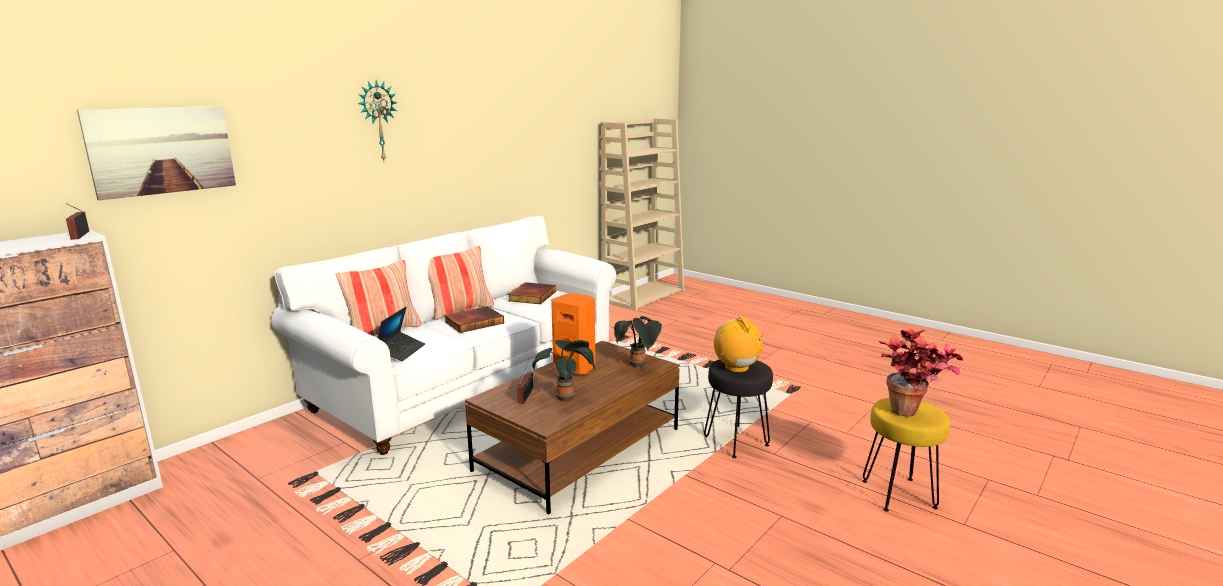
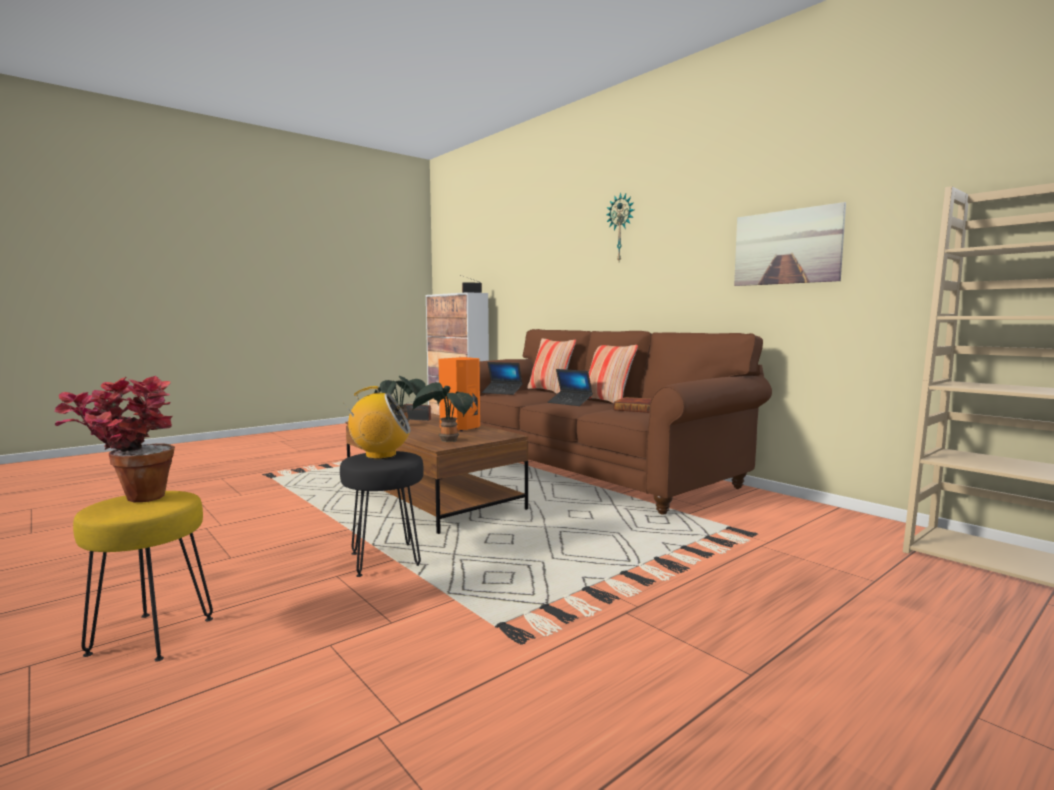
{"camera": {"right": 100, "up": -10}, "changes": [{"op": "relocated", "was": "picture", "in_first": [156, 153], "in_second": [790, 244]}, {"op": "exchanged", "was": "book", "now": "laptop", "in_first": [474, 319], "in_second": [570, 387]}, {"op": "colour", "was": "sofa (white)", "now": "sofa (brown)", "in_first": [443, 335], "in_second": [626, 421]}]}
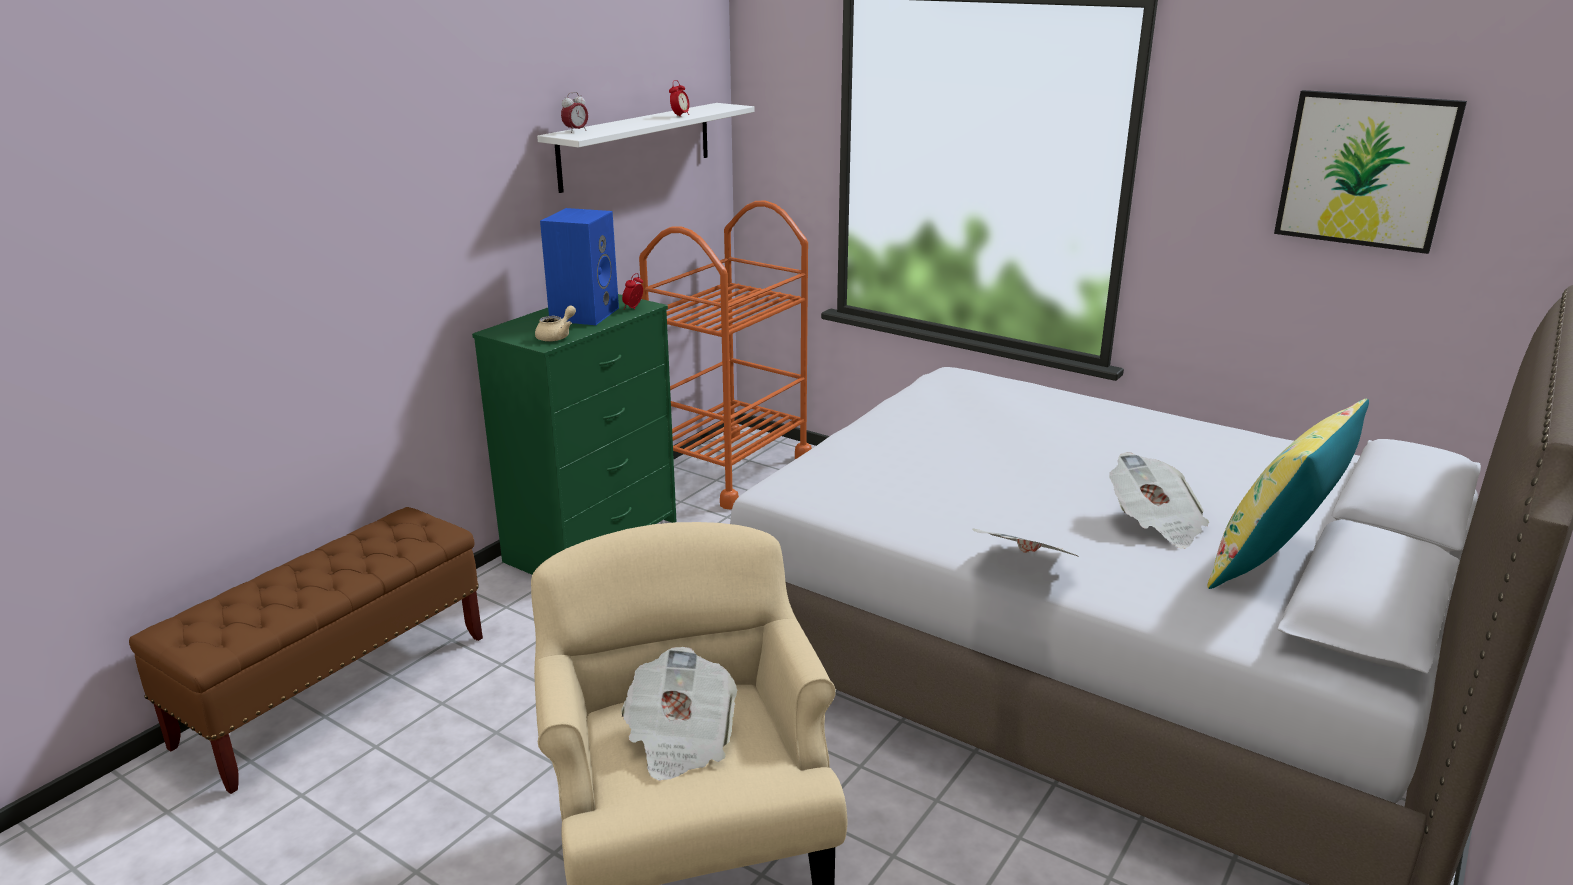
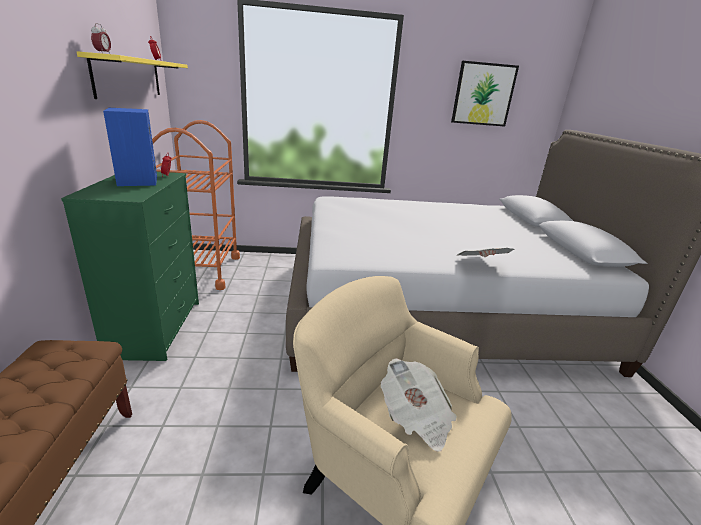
{"camera": {"right": -40, "up": 0}, "changes": [{"op": "missing", "was": "teapot (beige)", "in_first": [555, 323]}, {"op": "missing", "was": "newspaper", "in_first": [1159, 500]}, {"op": "missing", "was": "pillow (yellow)", "in_first": [1288, 494]}, {"op": "colour", "was": "shelf (white)", "now": "shelf (yellow)", "in_first": [646, 148], "in_second": [132, 75]}]}
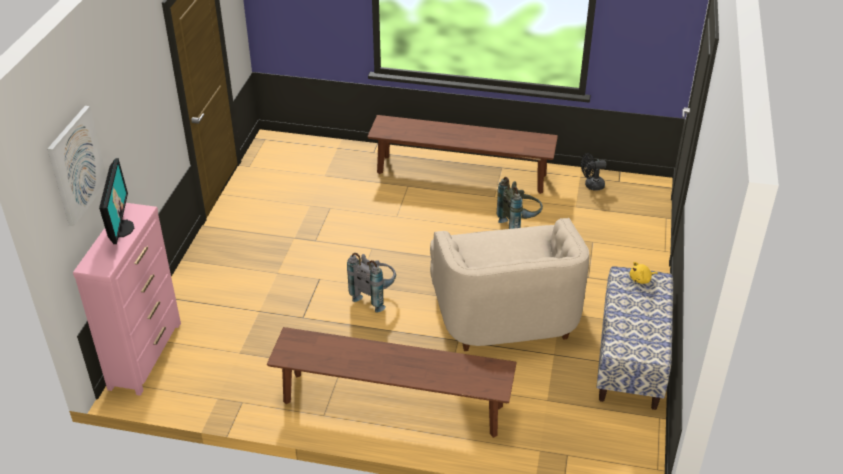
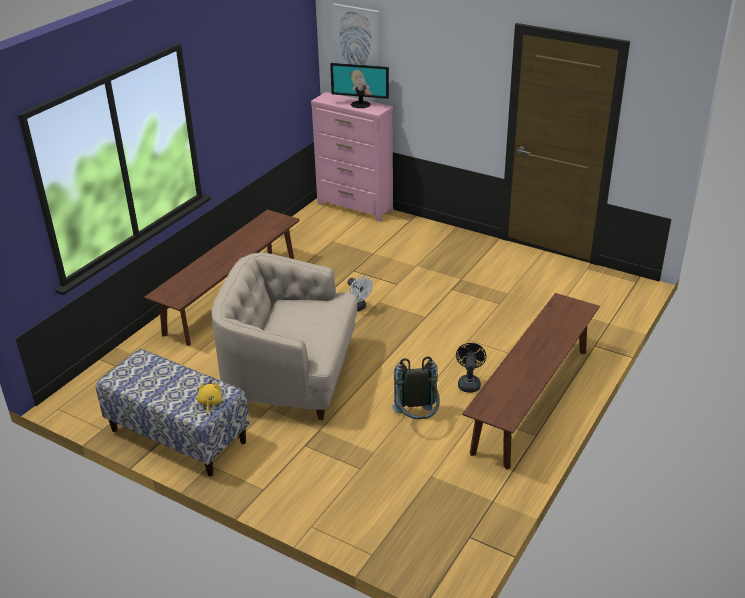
{"camera": {"right": 110, "up": -5}, "changes": [{"op": "relocated", "was": "fan (black)", "in_first": [593, 172], "in_second": [471, 368]}, {"op": "exchanged", "was": "backpack (grey)", "now": "fan (white)", "in_first": [371, 283], "in_second": [360, 293]}]}
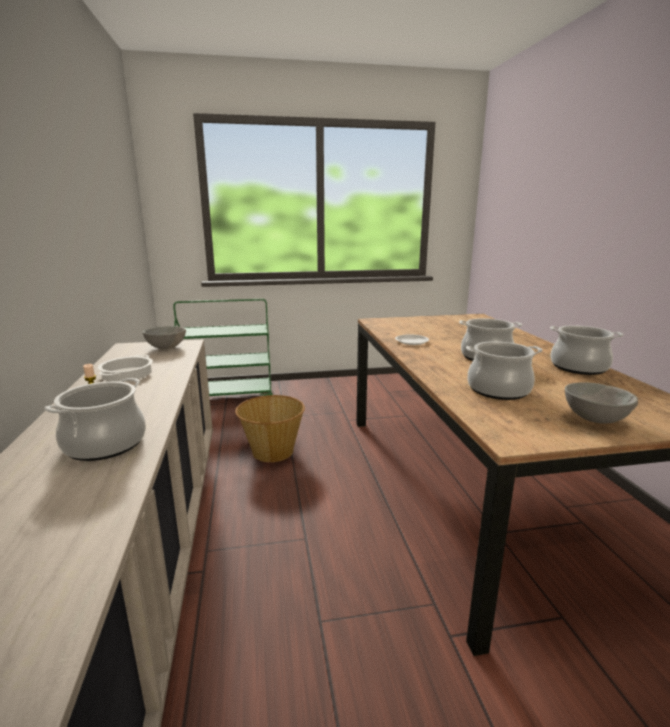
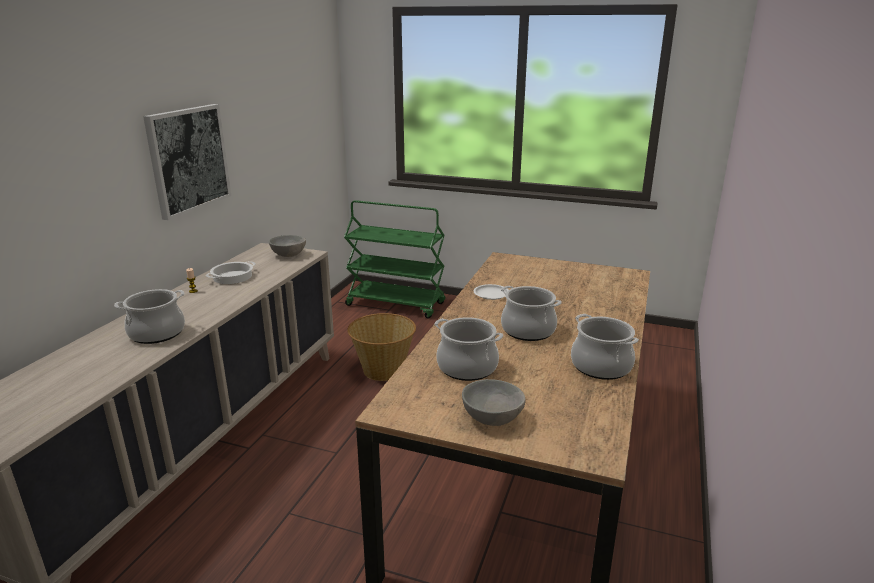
{"camera": {"right": 30, "up": 5}, "changes": [{"op": "appeared", "now": "picture", "in_second": [187, 162]}]}
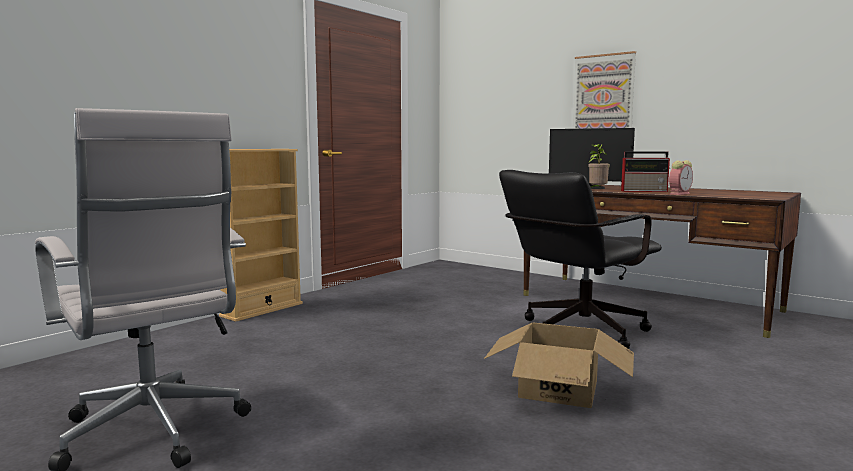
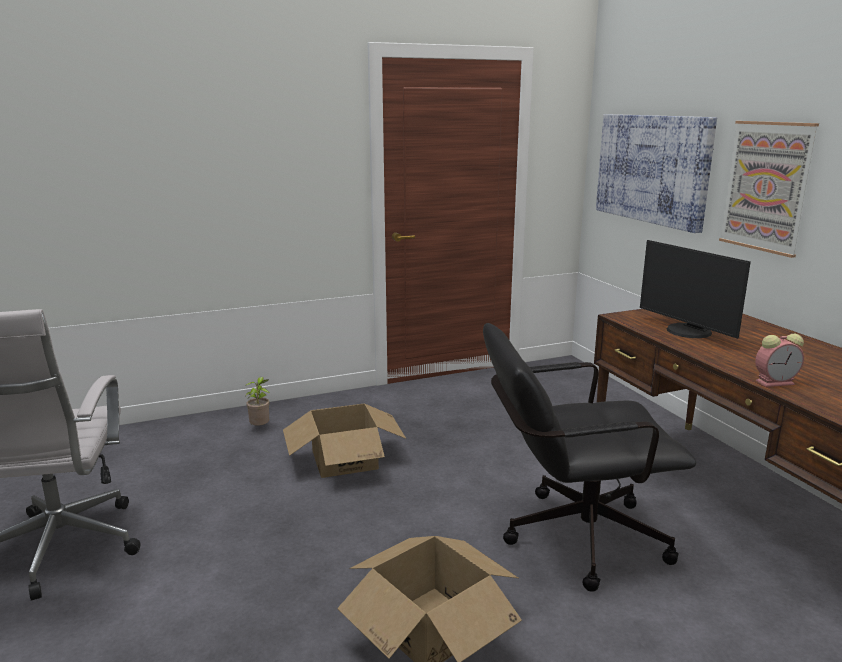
{"camera": {"right": 30, "up": 10}, "changes": [{"op": "missing", "was": "bookcase (beige)", "in_first": [261, 235]}, {"op": "missing", "was": "radio", "in_first": [645, 172]}, {"op": "appeared", "now": "cardboard box", "in_second": [344, 441]}, {"op": "appeared", "now": "picture", "in_second": [656, 173]}, {"op": "relocated", "was": "potted plant", "in_first": [599, 166], "in_second": [257, 401]}]}
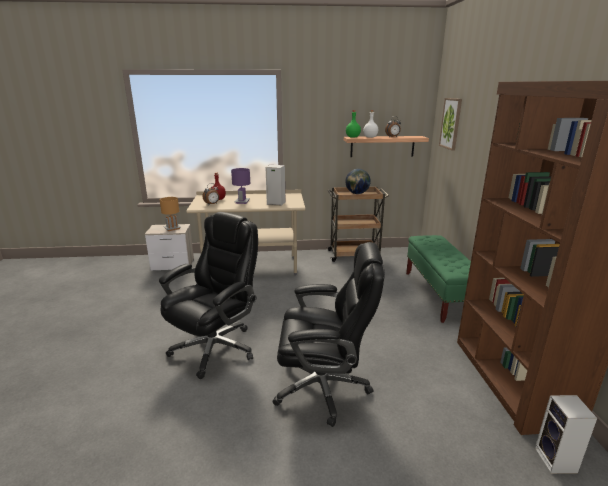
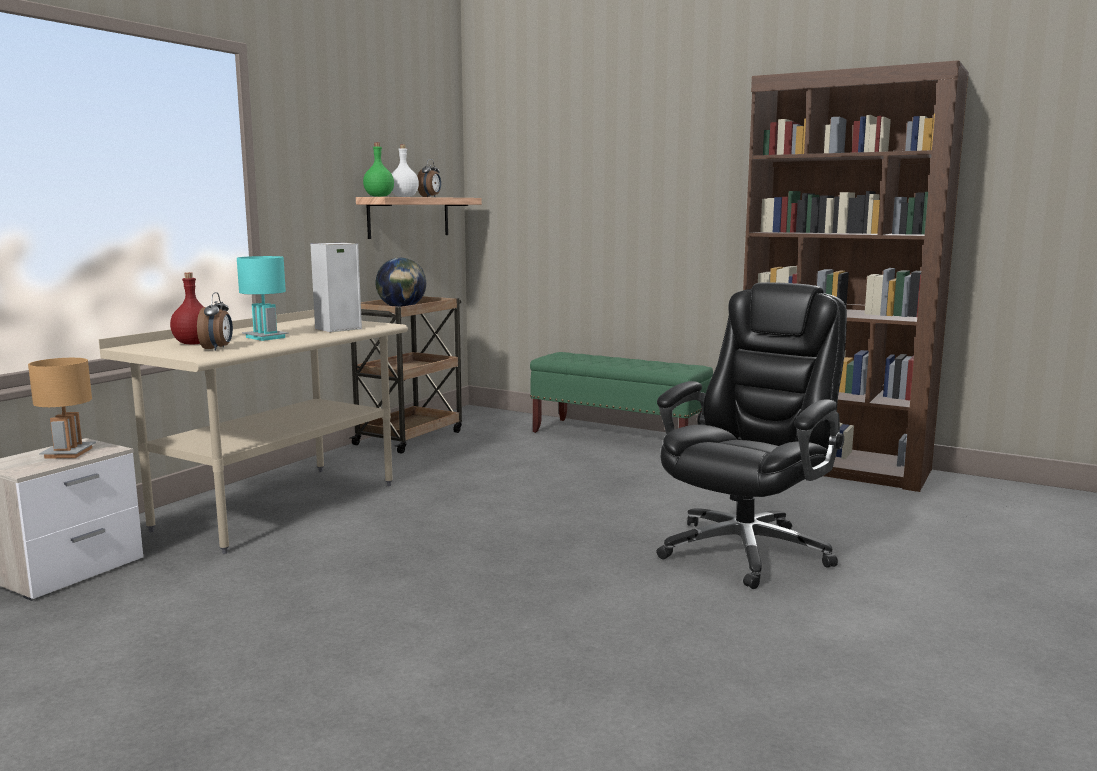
{"camera": {"right": -55, "up": -10}, "changes": [{"op": "missing", "was": "office chair (black)", "in_first": [208, 295]}, {"op": "missing", "was": "picture", "in_first": [450, 124]}, {"op": "missing", "was": "speaker", "in_first": [566, 434]}, {"op": "colour", "was": "table lamp (purple)", "now": "table lamp (turquoise)", "in_first": [240, 186], "in_second": [263, 298]}]}
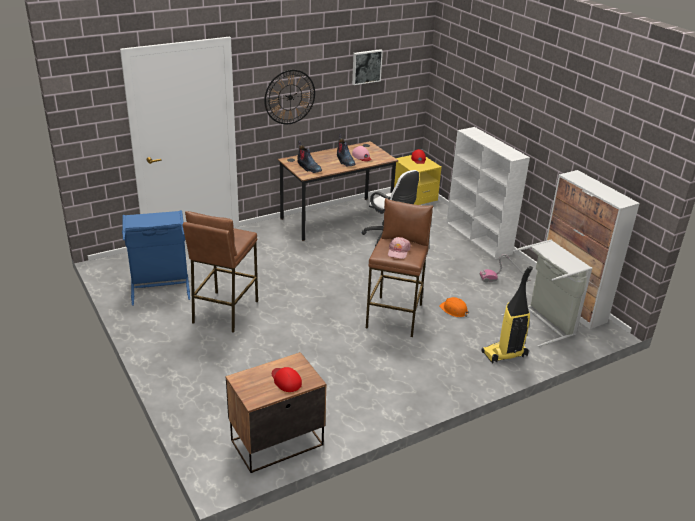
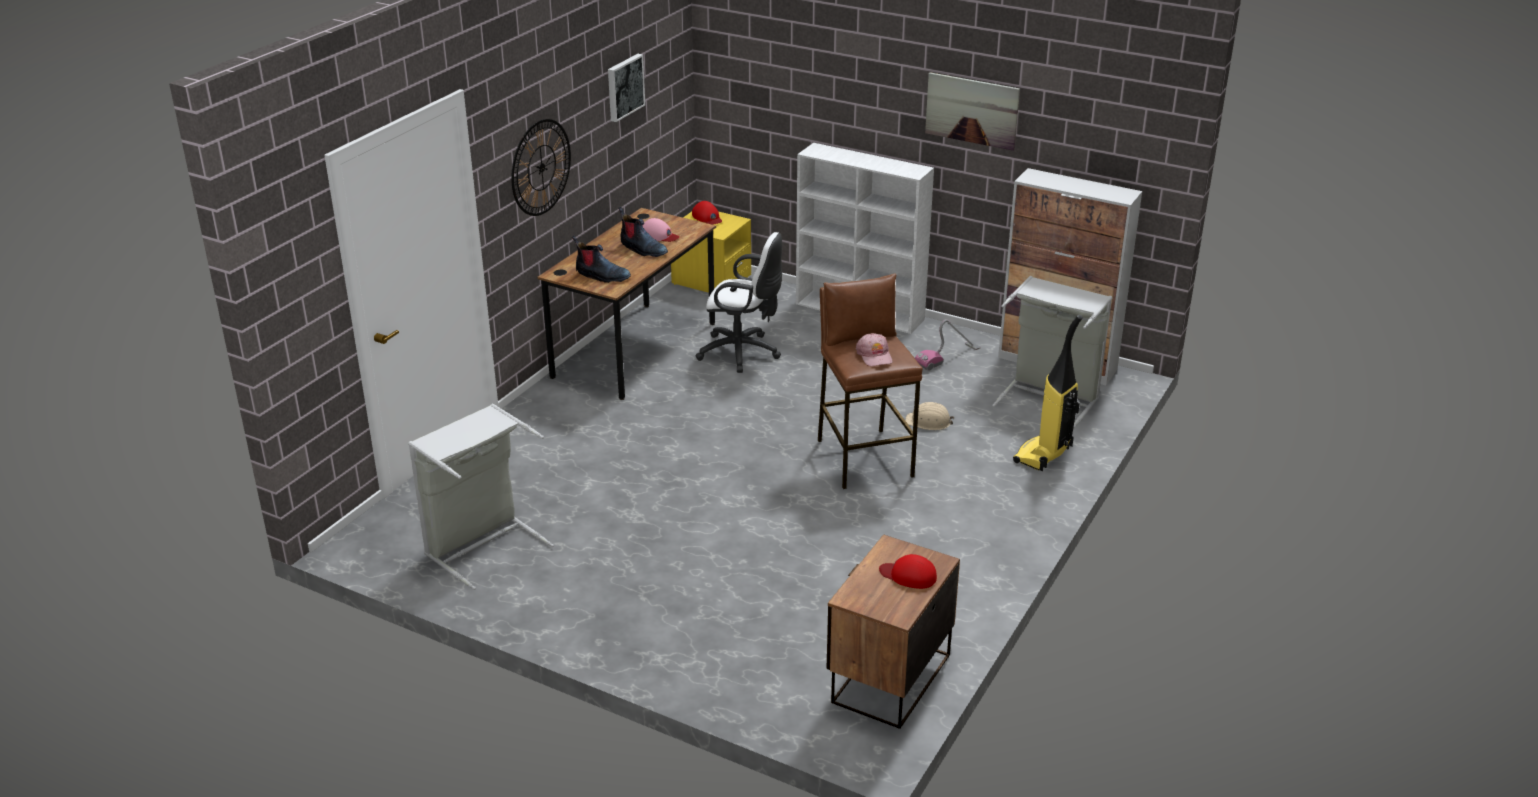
{"camera": {"right": -30, "up": 0}, "changes": [{"op": "missing", "was": "stool (brown)", "in_first": [220, 272]}, {"op": "appeared", "now": "picture", "in_second": [972, 111]}, {"op": "colour", "was": "laundry basket (blue)", "now": "laundry basket (grey)", "in_first": [156, 258], "in_second": [481, 497]}, {"op": "colour", "was": "hard hat (orange)", "now": "hard hat (beige)", "in_first": [454, 307], "in_second": [929, 416]}]}
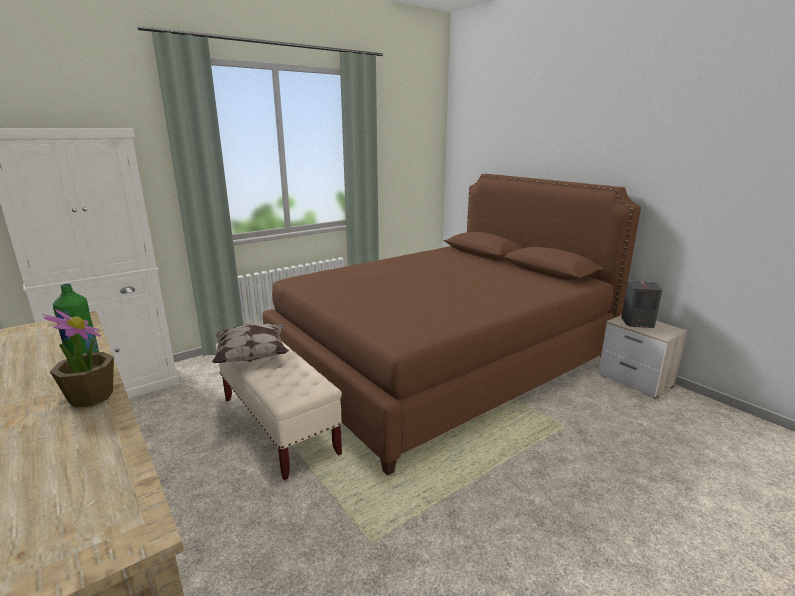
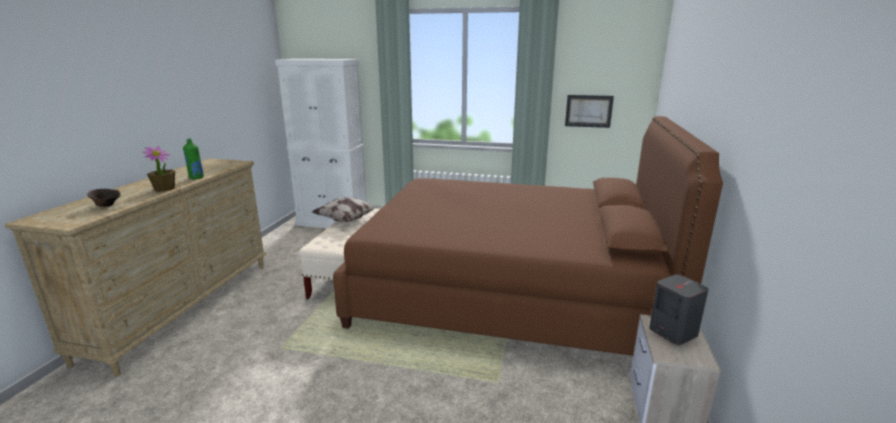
{"camera": {"right": 50, "up": 0}, "changes": [{"op": "appeared", "now": "bowl (brown)", "in_second": [104, 198]}, {"op": "appeared", "now": "picture", "in_second": [589, 111]}]}
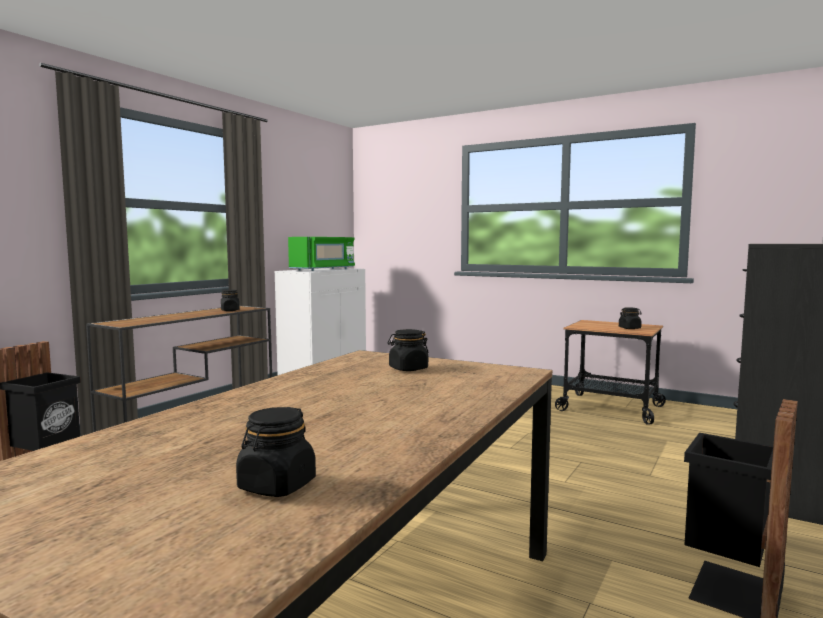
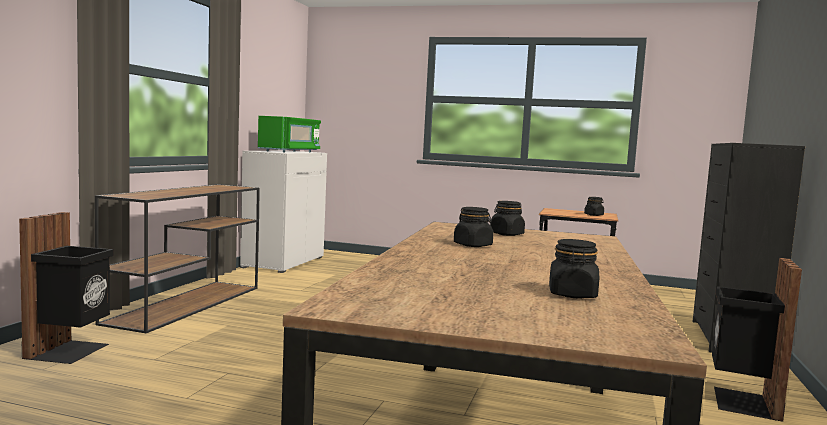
{"camera": {"right": -15, "up": 0}, "changes": [{"op": "relocated", "was": "jar (black)", "in_first": [230, 300], "in_second": [473, 227]}]}
